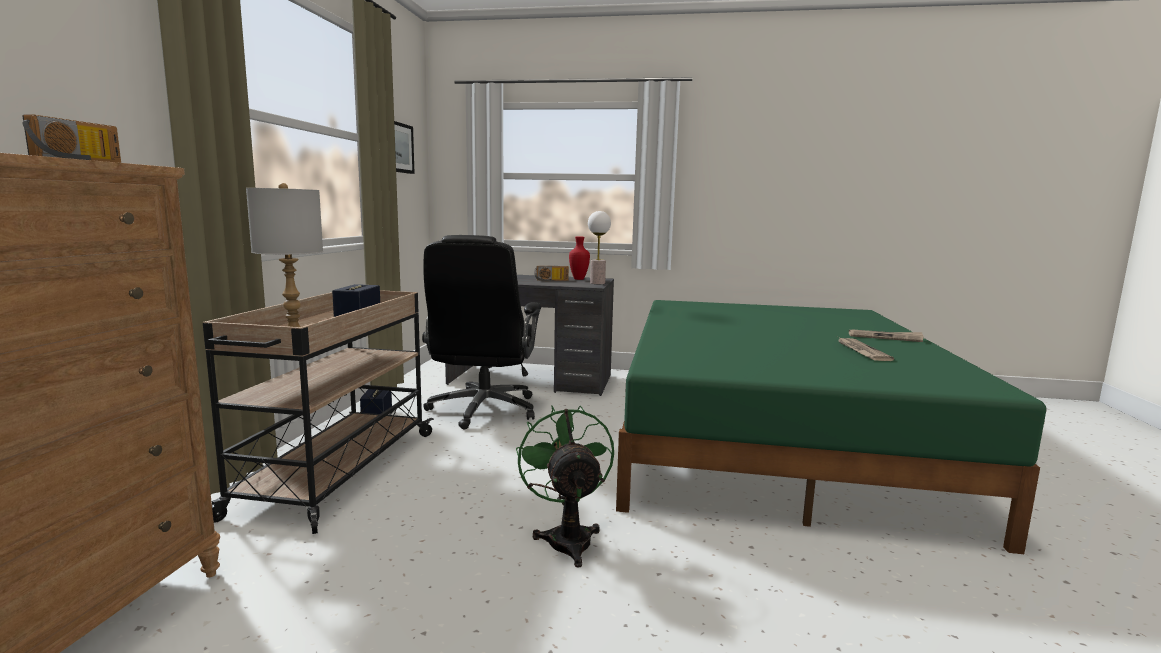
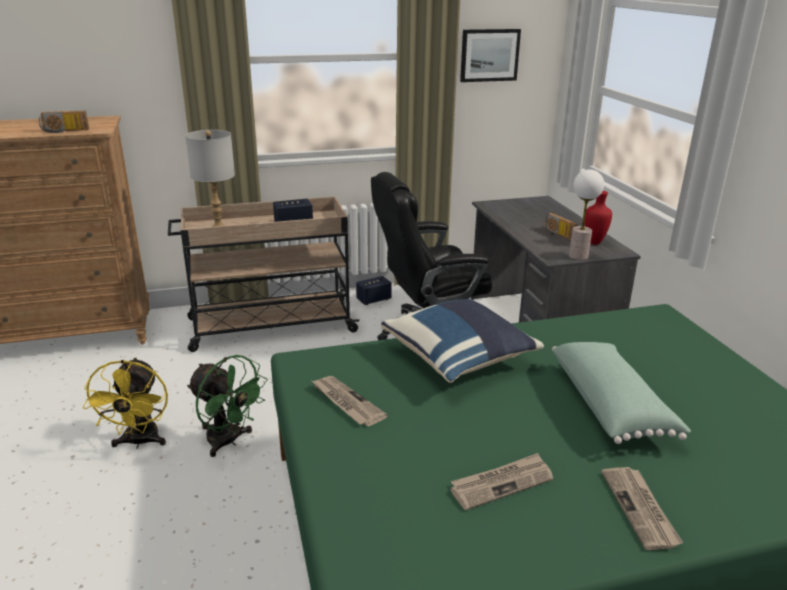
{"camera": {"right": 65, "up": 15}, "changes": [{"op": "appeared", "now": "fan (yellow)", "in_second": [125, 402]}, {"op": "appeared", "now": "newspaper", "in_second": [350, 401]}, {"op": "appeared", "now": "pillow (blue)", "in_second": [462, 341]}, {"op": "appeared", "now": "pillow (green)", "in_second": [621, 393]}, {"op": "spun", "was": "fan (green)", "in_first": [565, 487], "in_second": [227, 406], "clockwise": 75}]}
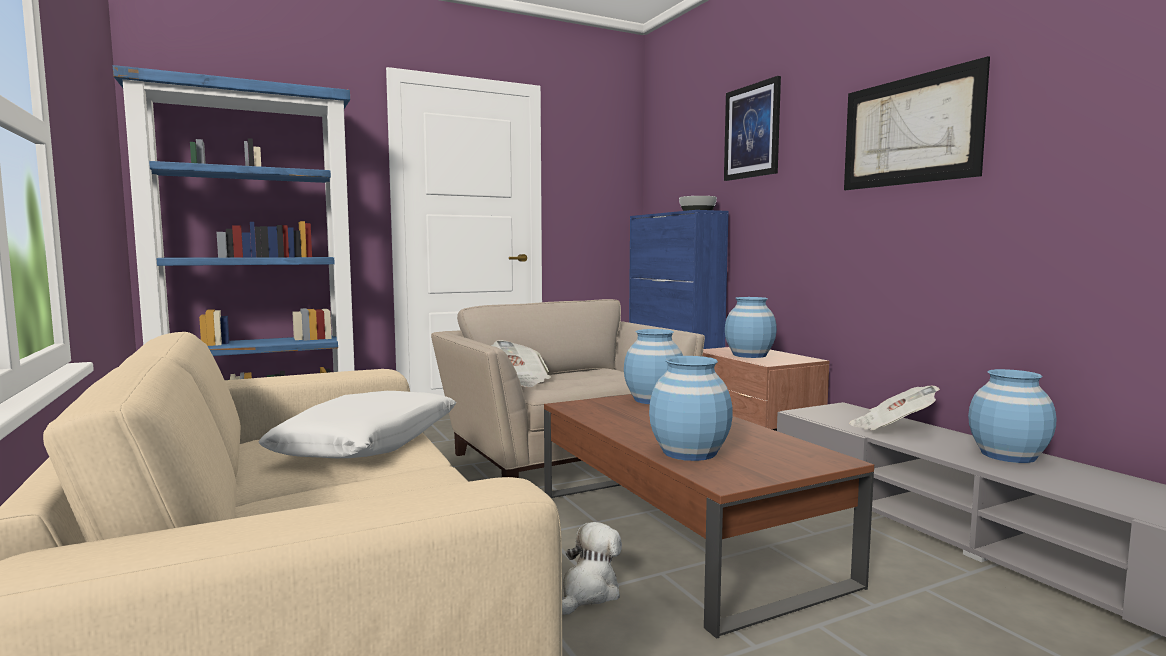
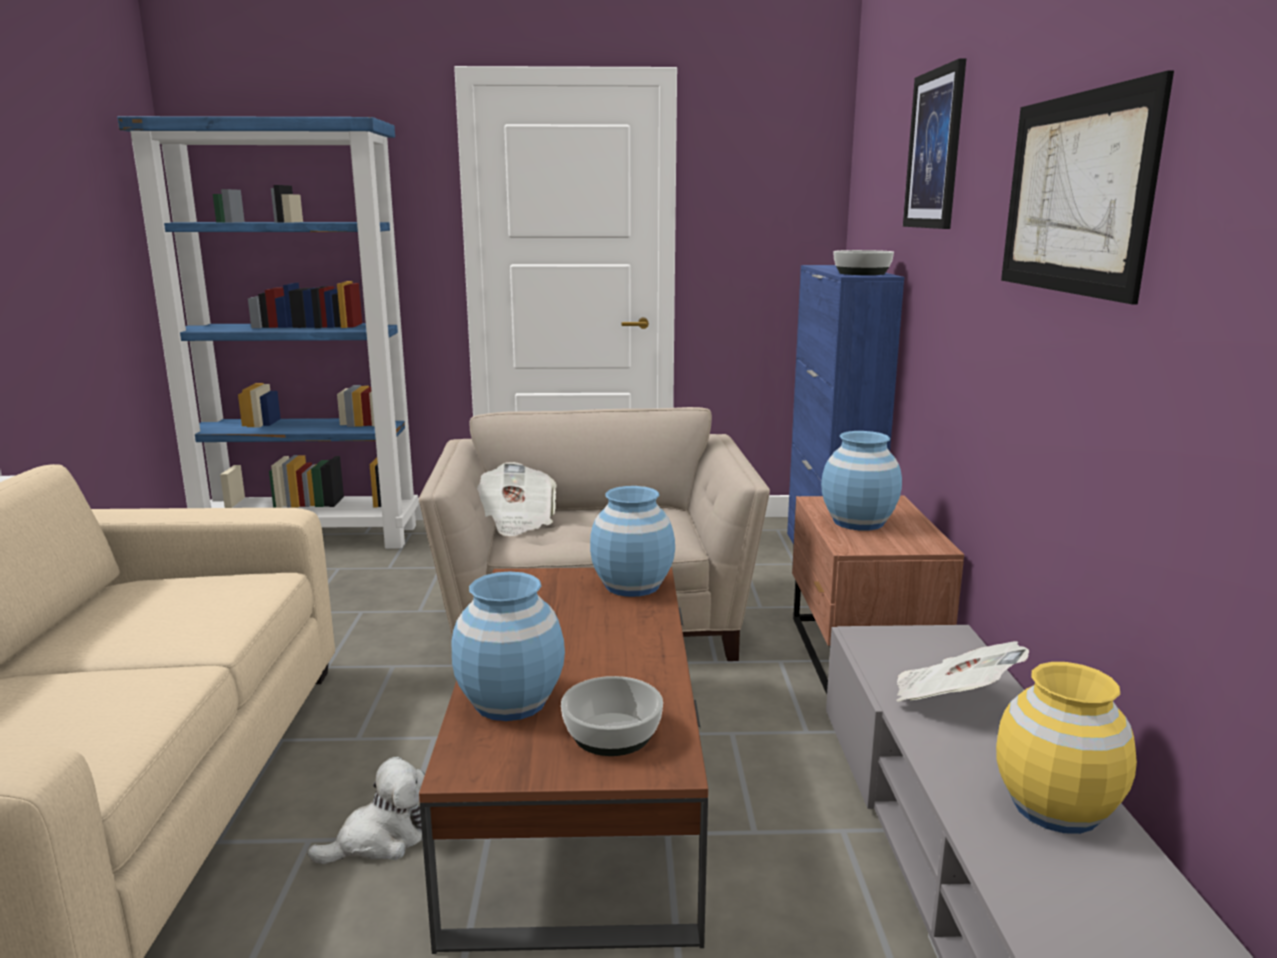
{"camera": {"right": 25, "up": 10}, "changes": [{"op": "missing", "was": "pillow (white)", "in_first": [358, 424]}, {"op": "appeared", "now": "bowl", "in_second": [612, 716]}, {"op": "colour", "was": "vase (blue)", "now": "vase (yellow)", "in_first": [1012, 416], "in_second": [1066, 748]}]}
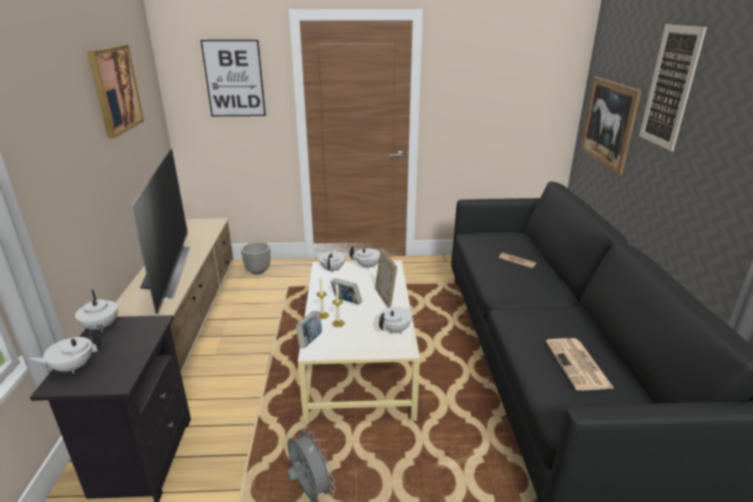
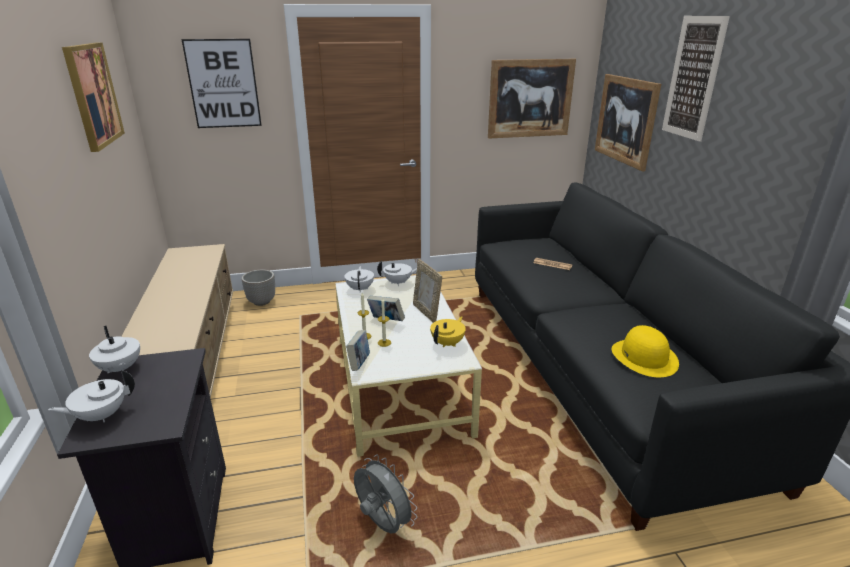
{"camera": {"right": -10, "up": 0}, "changes": [{"op": "missing", "was": "television", "in_first": [161, 231]}, {"op": "appeared", "now": "picture", "in_second": [532, 99]}, {"op": "exchanged", "was": "newspaper", "now": "hat (yellow)", "in_first": [580, 364], "in_second": [645, 351]}, {"op": "colour", "was": "teapot (white)", "now": "teapot (yellow)", "in_first": [396, 320], "in_second": [448, 332]}]}
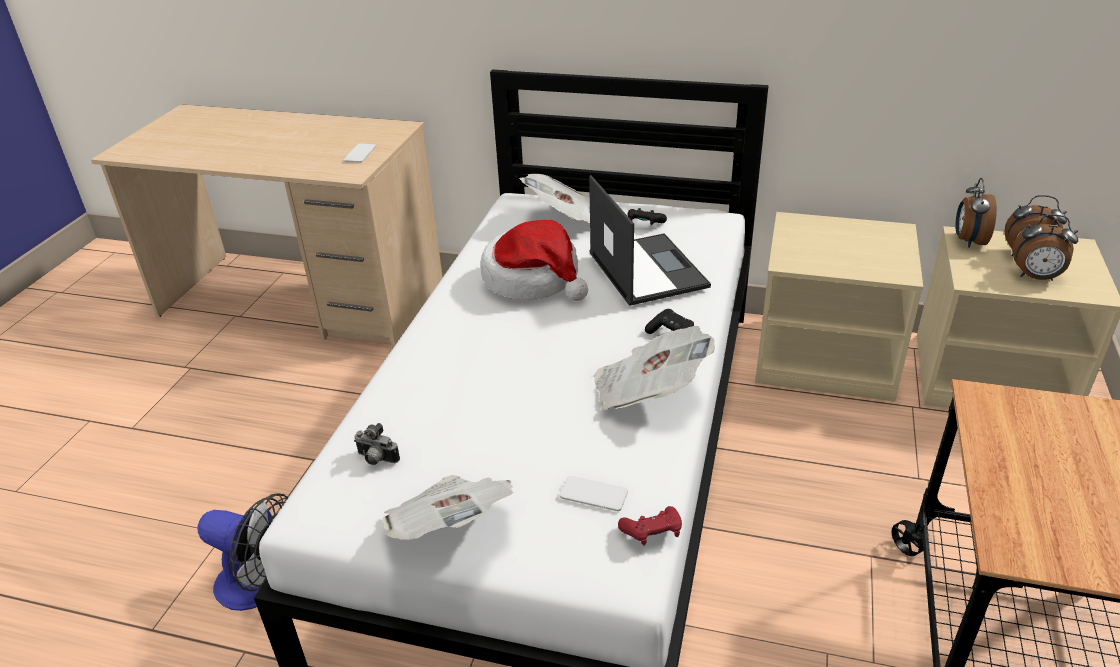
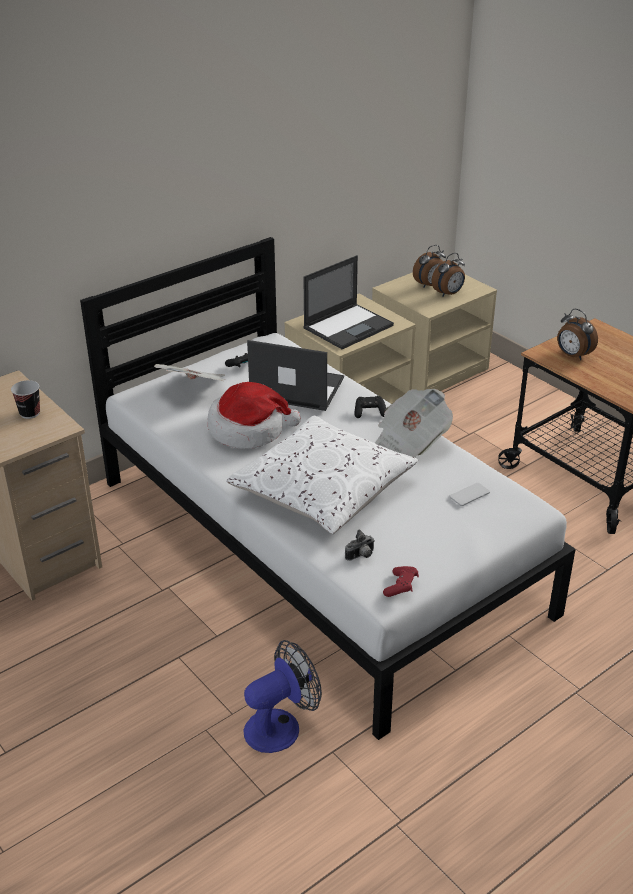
{"camera": {"right": -55, "up": 0}, "changes": [{"op": "missing", "was": "newspaper", "in_first": [447, 507]}, {"op": "appeared", "now": "pillow (white)", "in_second": [322, 474]}, {"op": "appeared", "now": "laptop", "in_second": [348, 302]}, {"op": "relocated", "was": "game controller (red)", "in_first": [650, 526], "in_second": [401, 581]}, {"op": "relocated", "was": "alarm clock", "in_first": [976, 213], "in_second": [577, 334]}, {"op": "exchanged", "was": "phone", "now": "cup", "in_first": [359, 153], "in_second": [25, 399]}]}
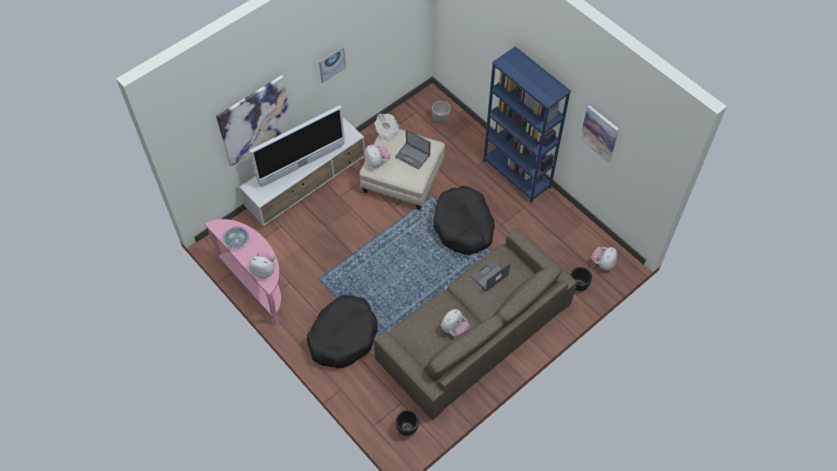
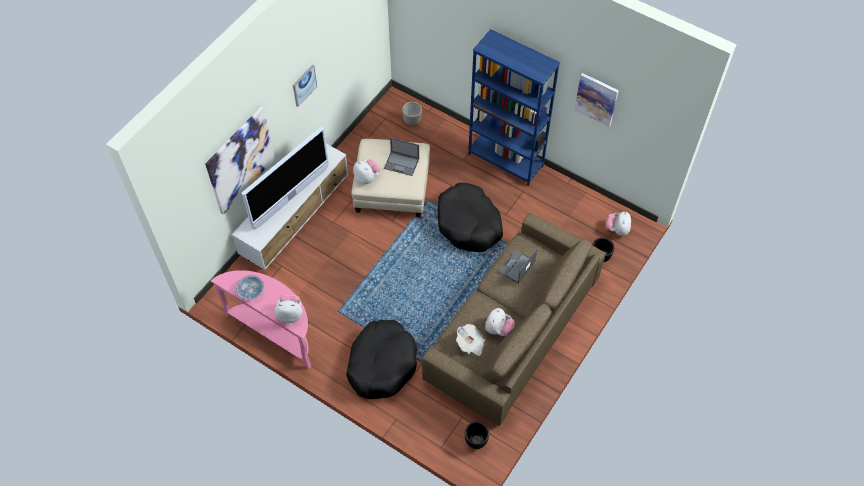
{"camera": {"right": -15, "up": 0}, "changes": [{"op": "relocated", "was": "newspaper", "in_first": [387, 127], "in_second": [470, 340]}]}
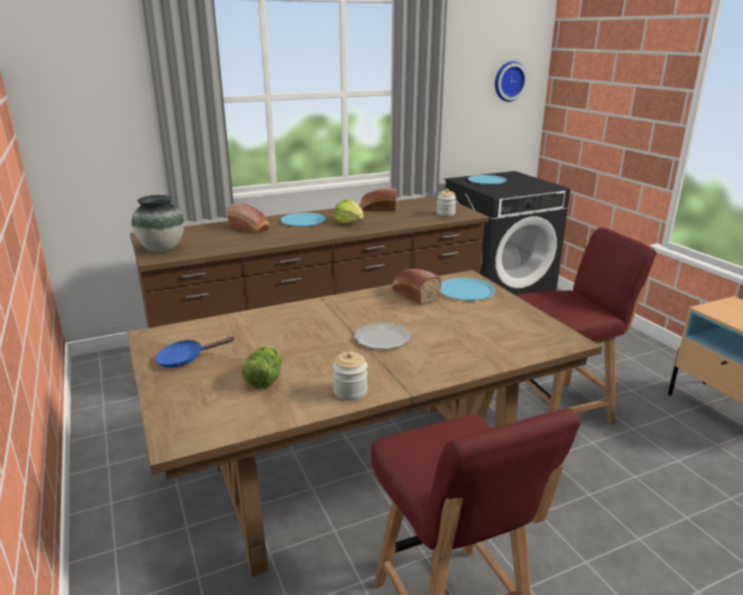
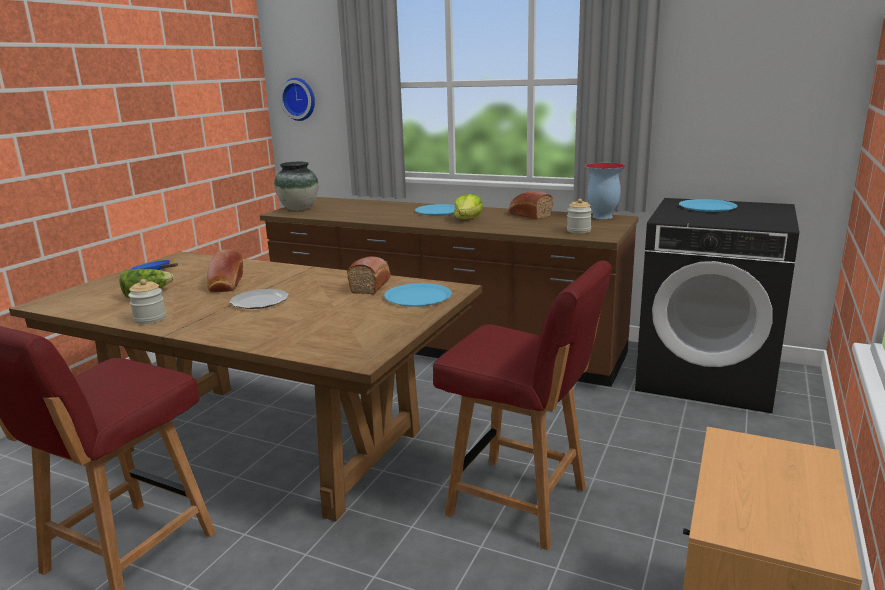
{"camera": {"right": 50, "up": -5}, "changes": [{"op": "appeared", "now": "vase", "in_second": [605, 191]}, {"op": "relocated", "was": "bread", "in_first": [248, 218], "in_second": [225, 271]}, {"op": "relocated", "was": "wall clock", "in_first": [511, 81], "in_second": [297, 99]}]}
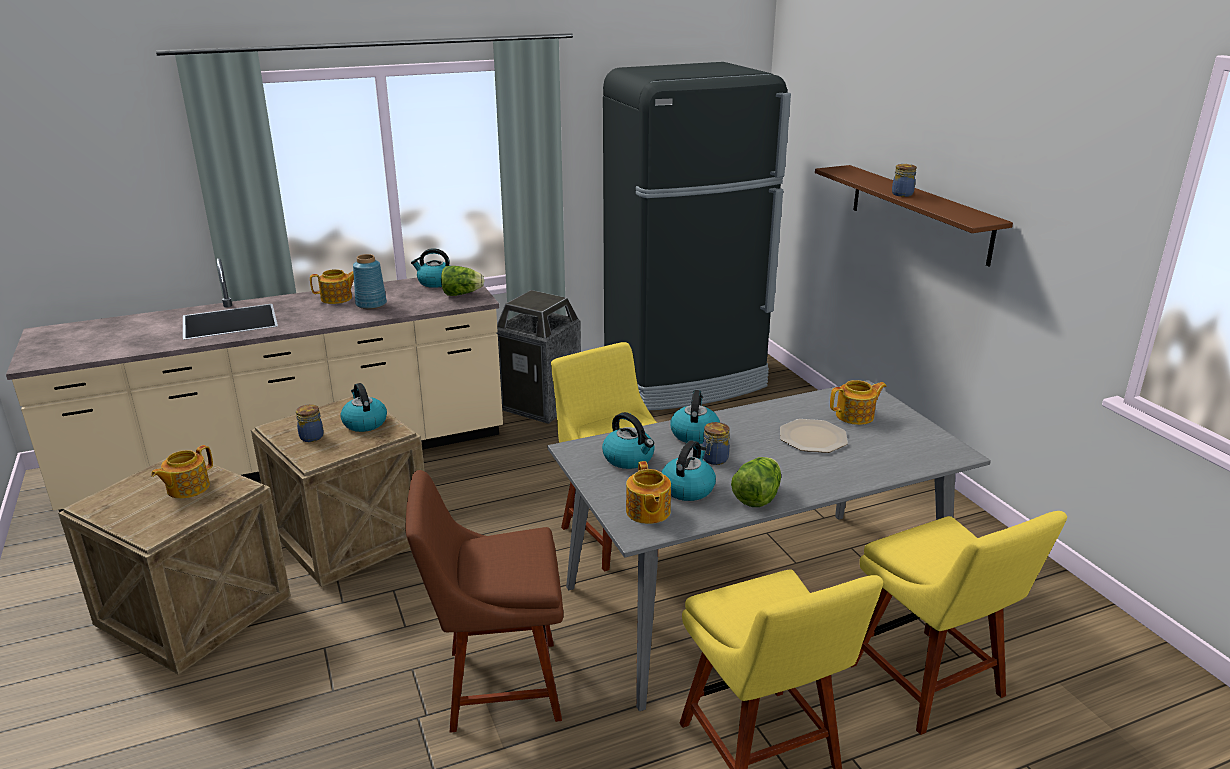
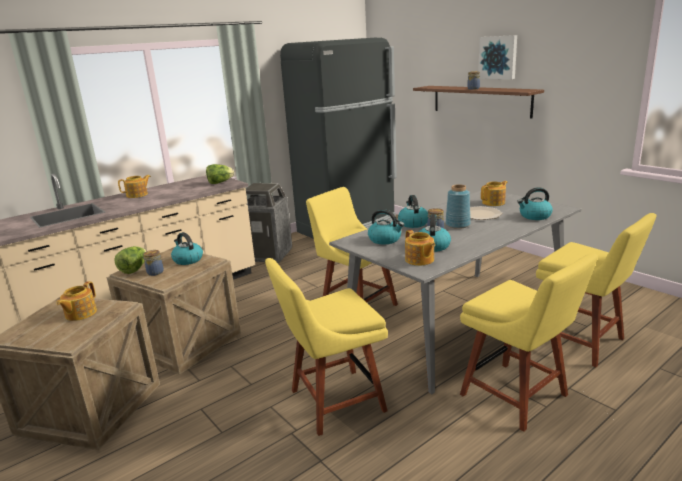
{"camera": {"right": -15, "up": -5}, "changes": [{"op": "appeared", "now": "picture", "in_second": [497, 57]}, {"op": "relocated", "was": "vase (blue)", "in_first": [370, 281], "in_second": [458, 206]}, {"op": "relocated", "was": "kettle", "in_first": [430, 268], "in_second": [535, 203]}, {"op": "relocated", "was": "lettuce", "in_first": [756, 482], "in_second": [130, 260]}, {"op": "colour", "was": "chair (brown)", "now": "chair (yellow)", "in_first": [484, 601], "in_second": [326, 347]}]}
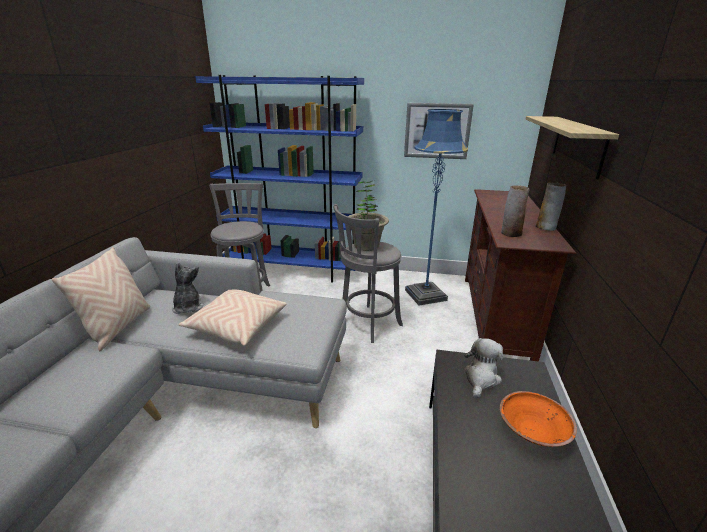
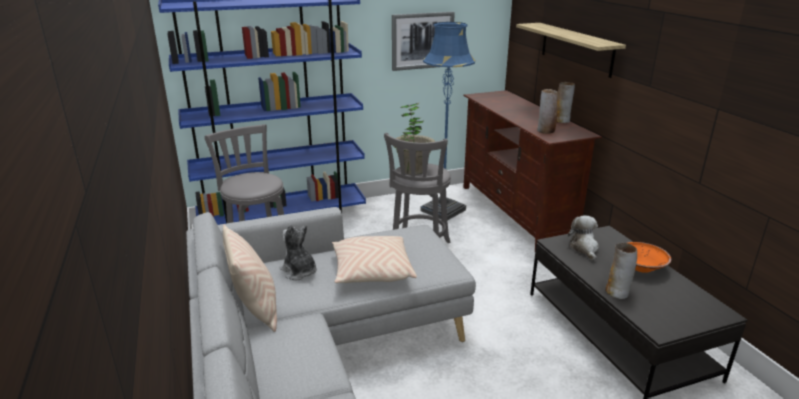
{"camera": {"right": -30, "up": 0}, "changes": [{"op": "appeared", "now": "vase", "in_second": [621, 271]}]}
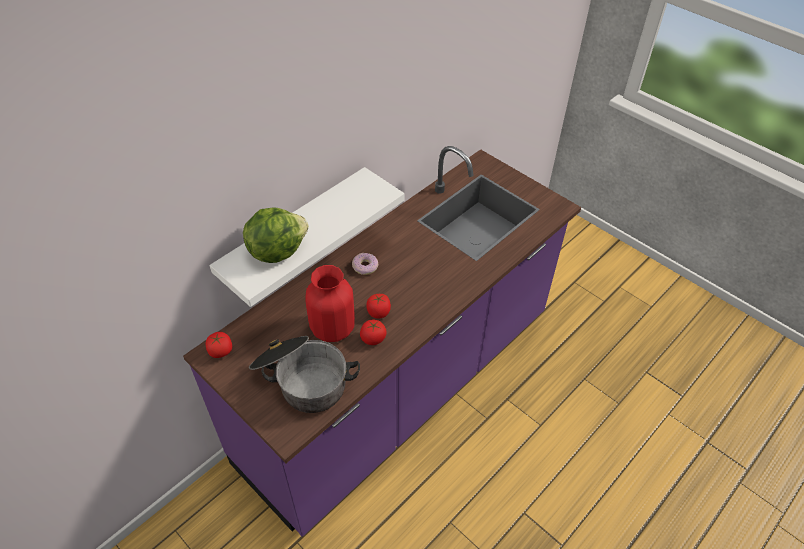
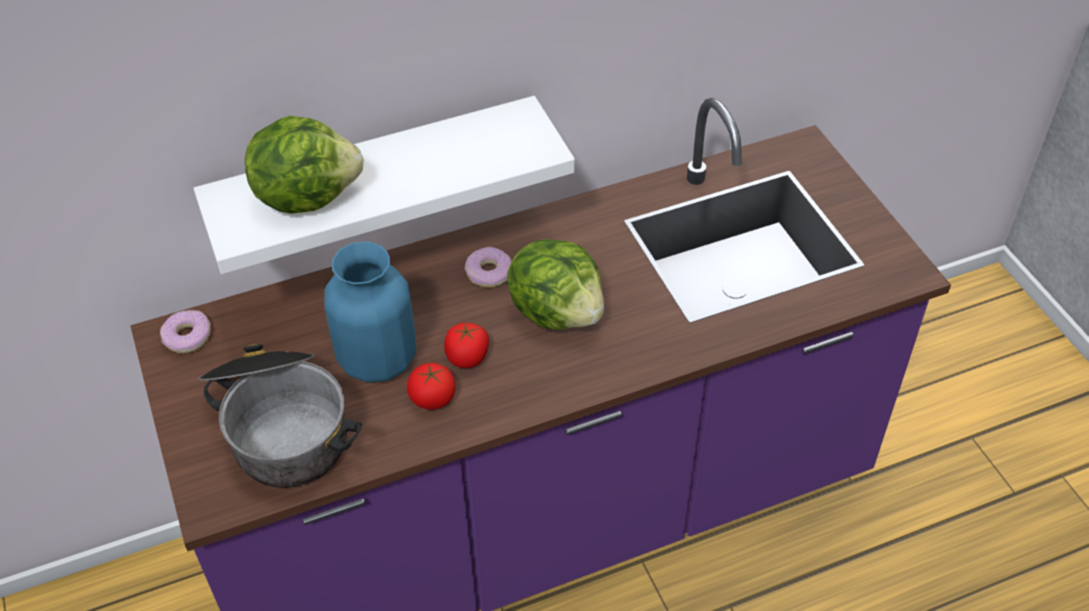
{"camera": {"right": 25, "up": 0}, "changes": [{"op": "appeared", "now": "lettuce", "in_second": [555, 284]}, {"op": "exchanged", "was": "tomato", "now": "donut", "in_first": [218, 345], "in_second": [185, 331]}, {"op": "colour", "was": "vase (red)", "now": "vase (blue)", "in_first": [330, 303], "in_second": [370, 312]}]}
